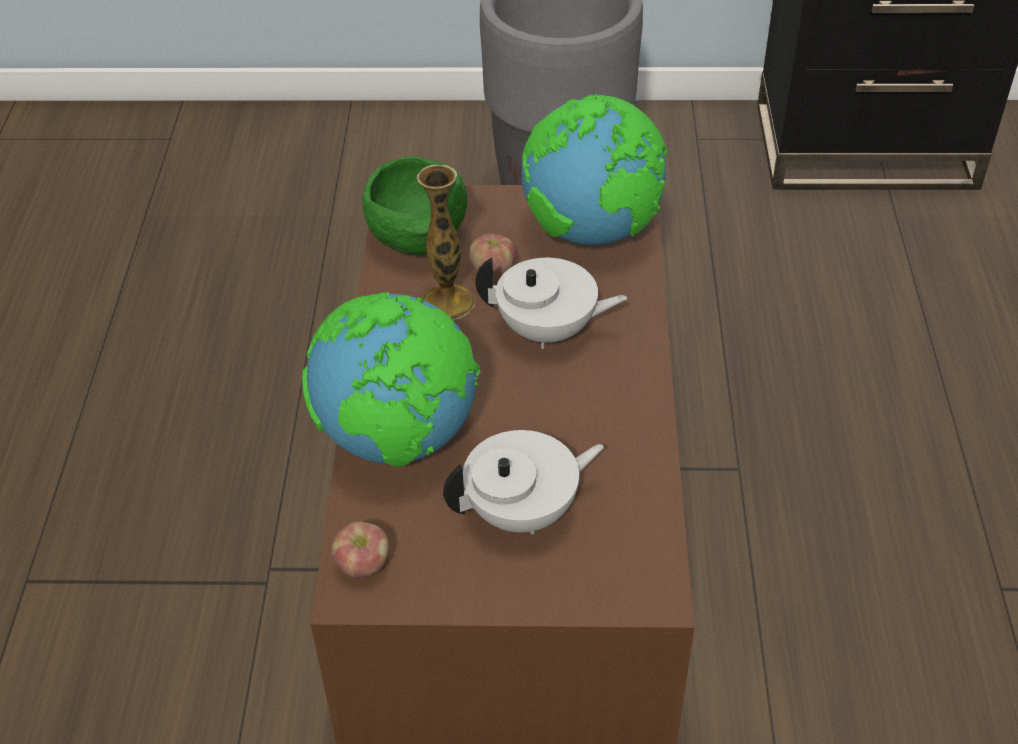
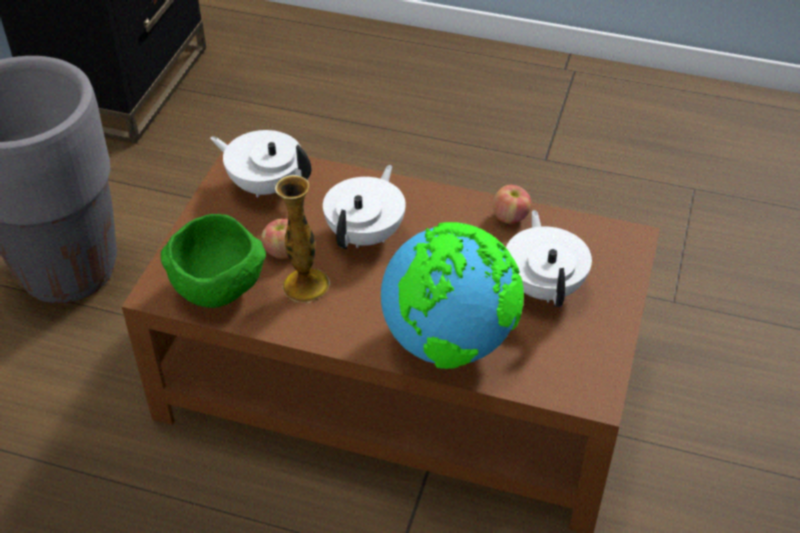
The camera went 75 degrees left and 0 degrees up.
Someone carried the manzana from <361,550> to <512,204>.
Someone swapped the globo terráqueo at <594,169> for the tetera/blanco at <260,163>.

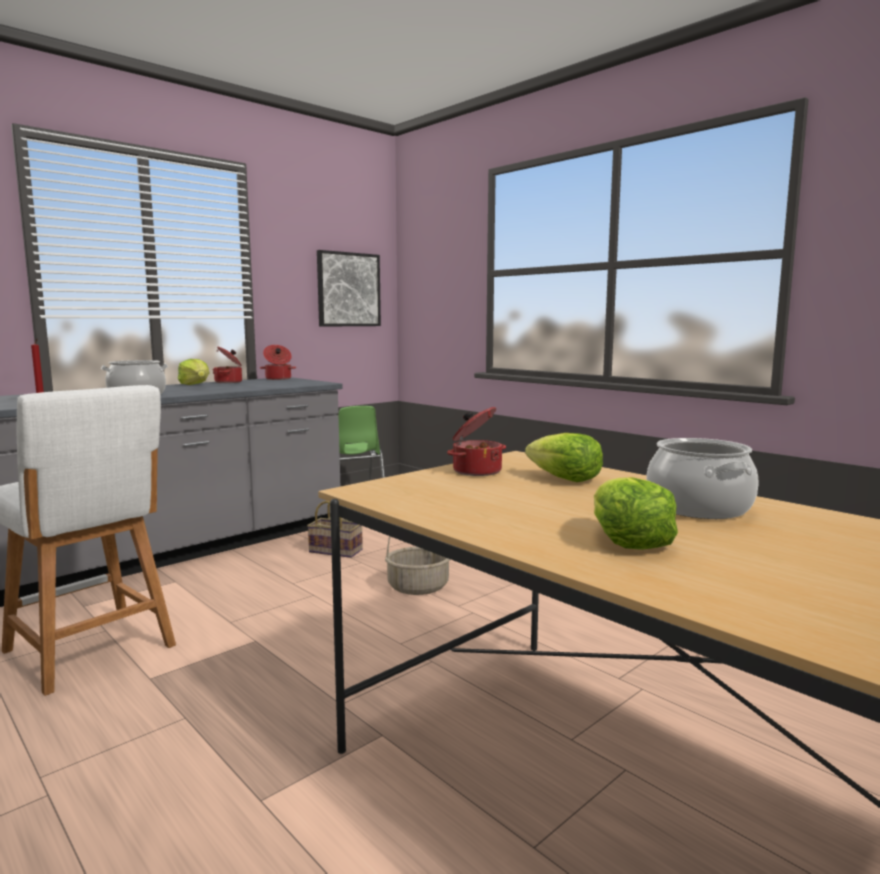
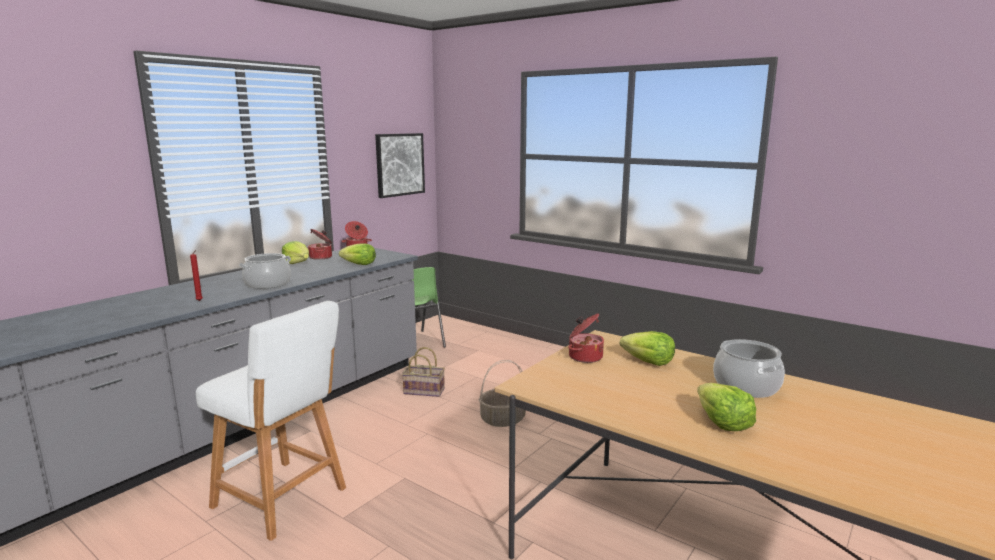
The camera went 10 degrees left and 5 degrees up.
Someone put down the lechuga at <357,254>.

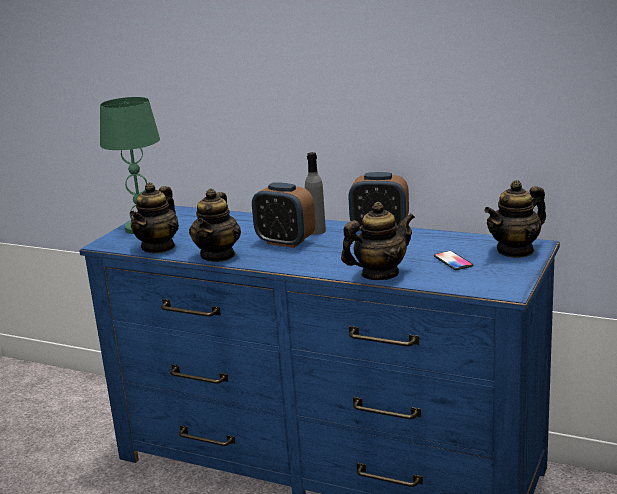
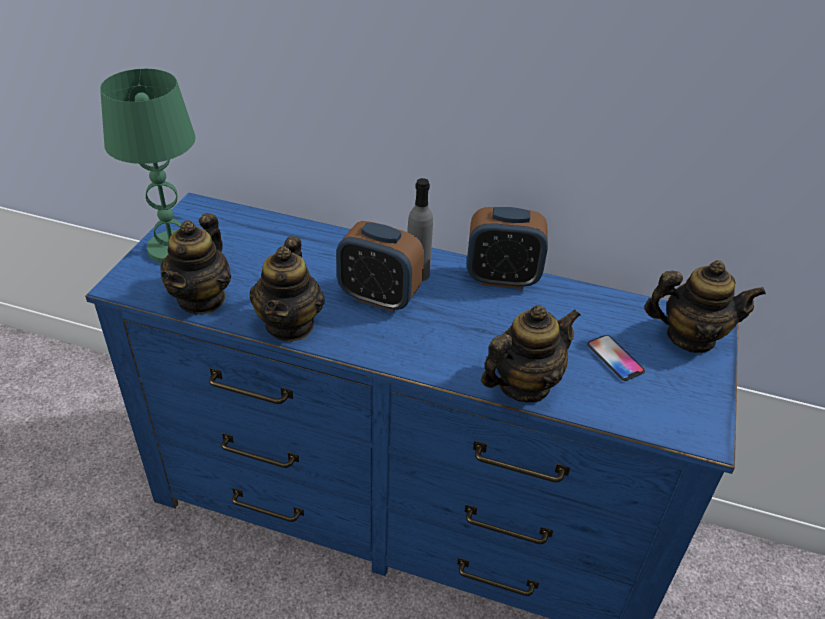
The camera went 10 degrees left and 20 degrees up.
Someone rotated the tetera at <515,219> by 135 degrees counterclockwise.

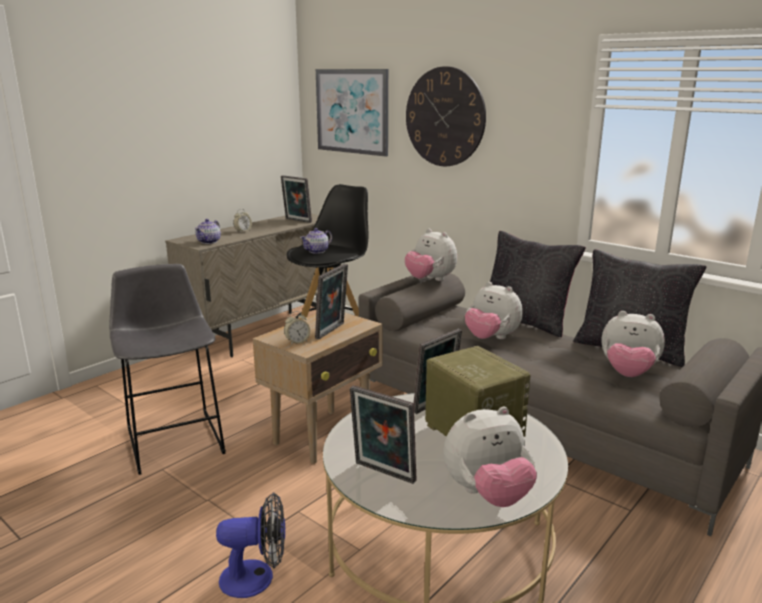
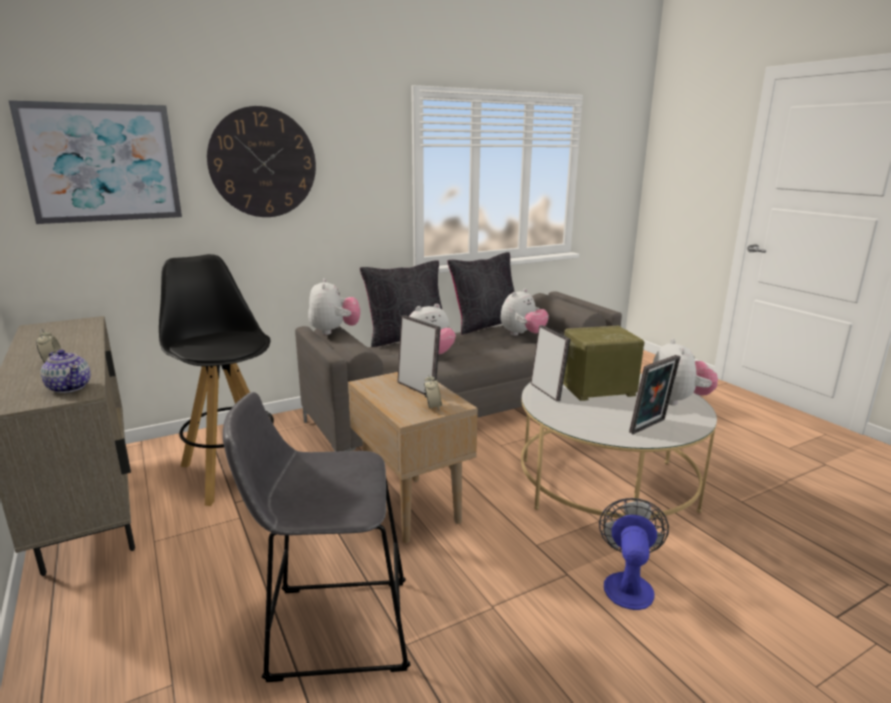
The camera went 70 degrees left and 0 degrees up.
Someone took away the portarretratos at <296,199>.
Someone took away the tetera at <316,241>.
Someone rotated the peluche at <431,255> by 75 degrees counterclockwise.

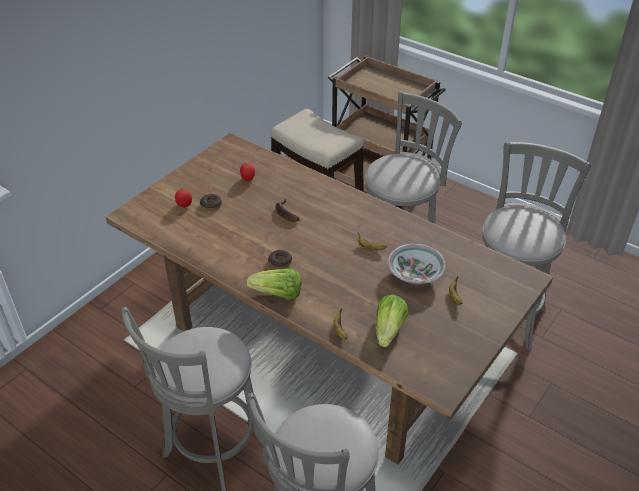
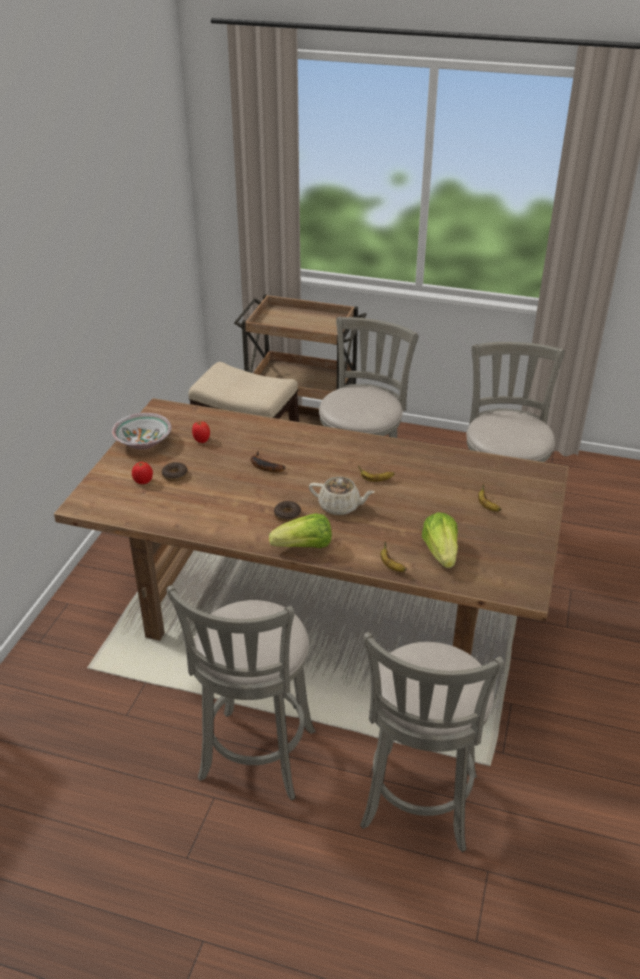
The camera went 20 degrees left and 5 degrees down.
Someone carried the cuenco from <417,264> to <142,431>.
Someone put down the tetera/beis at <342,496>.

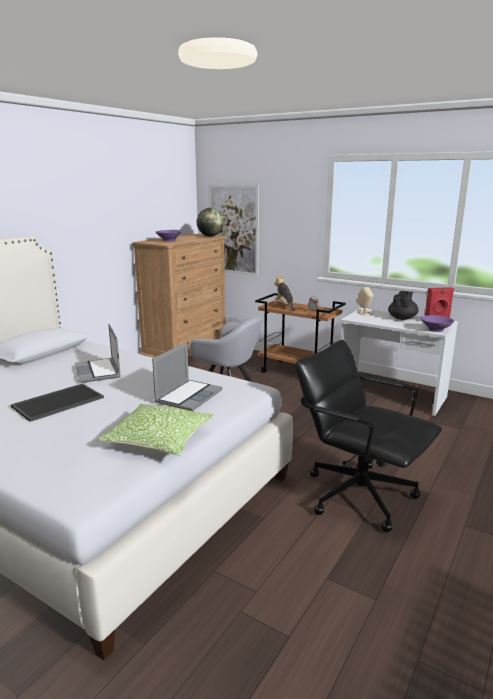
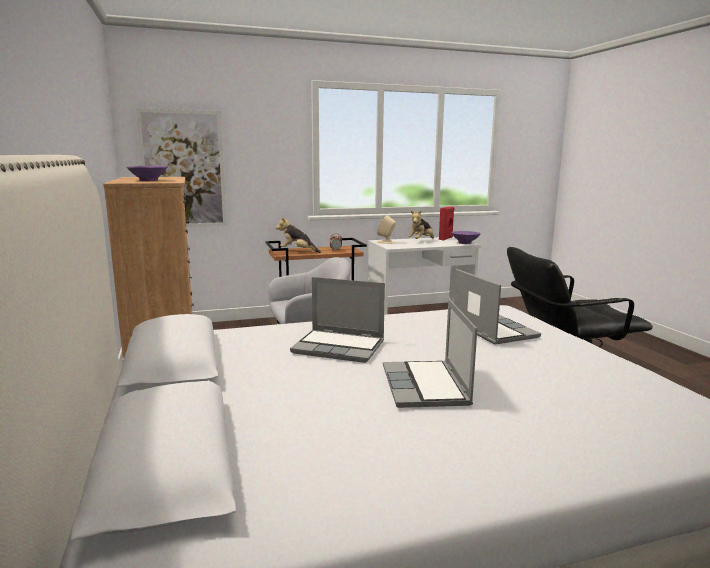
The camera went 50 degrees left and 5 degrees down.
Someone swapped the bandeja at <57,402> for the portátil at <430,353>.
Someone took away the cojín at <155,429>.
Someone took away the globo terráqueo at <210,222>.
Someone swapped the tetera/negro at <403,305> for the peluche at <420,224>.

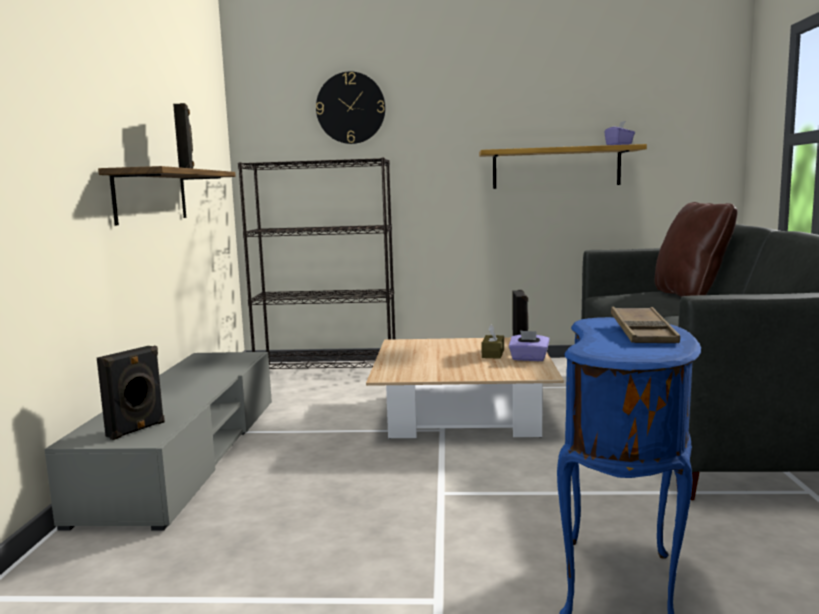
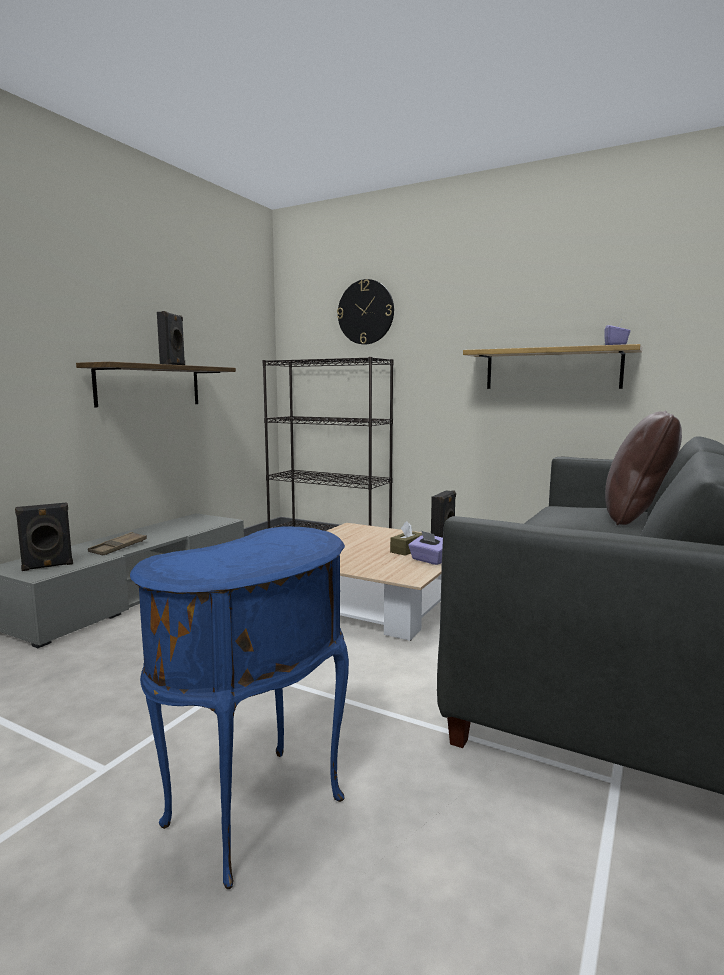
The camera went 25 degrees right and 0 degrees up.
Someone carried the bandeja/marrón from <645,325> to <117,544>.

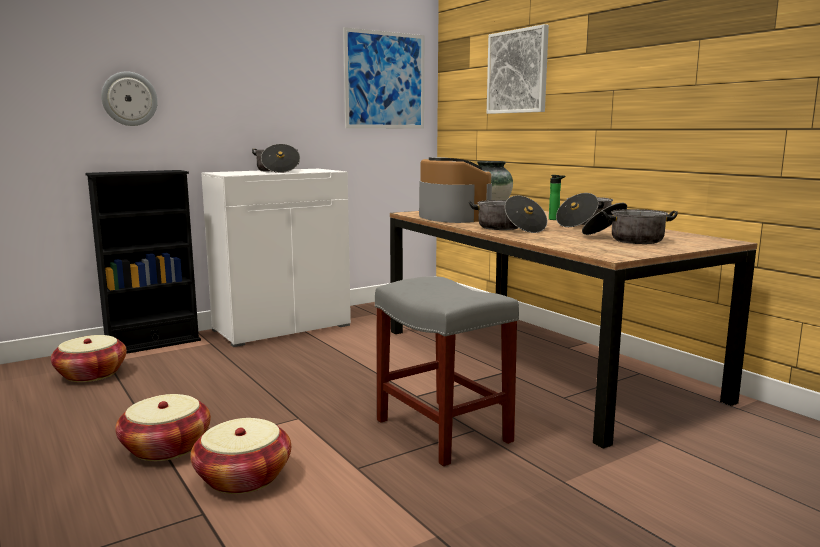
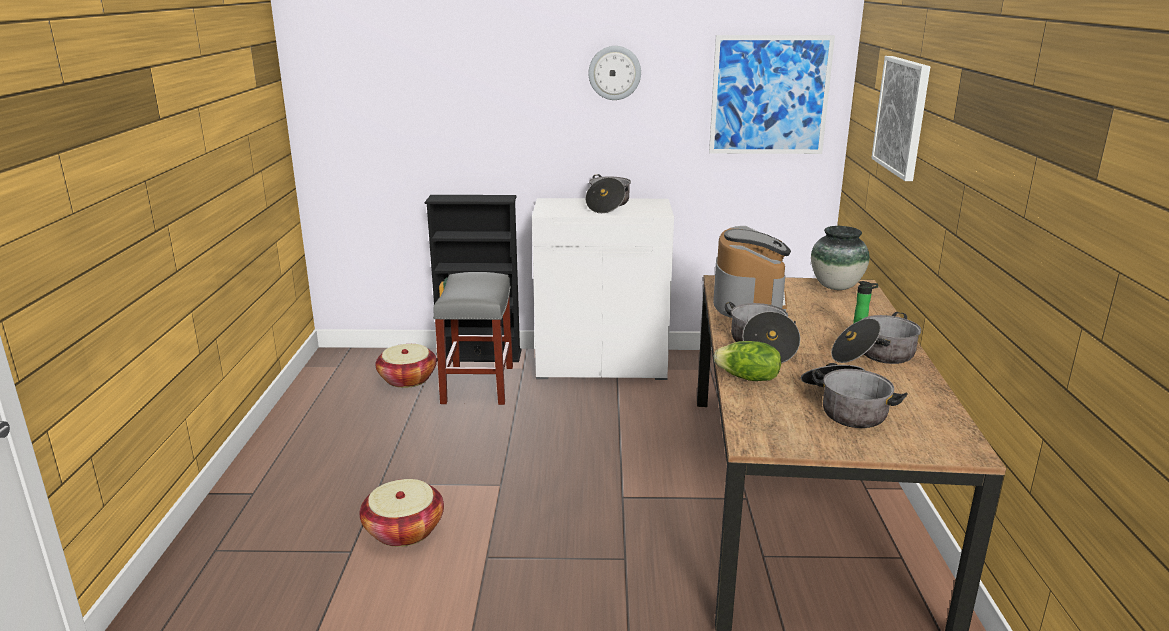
The camera went 35 degrees right and 10 degrees up.
Someone carried the reloj de pared from <129,98> to <614,73>.
Someone took away the cesta at <163,427>.
Someone carried the taburete/gris from <447,371> to <473,338>.
Someone put down the lechuga at <747,361>.

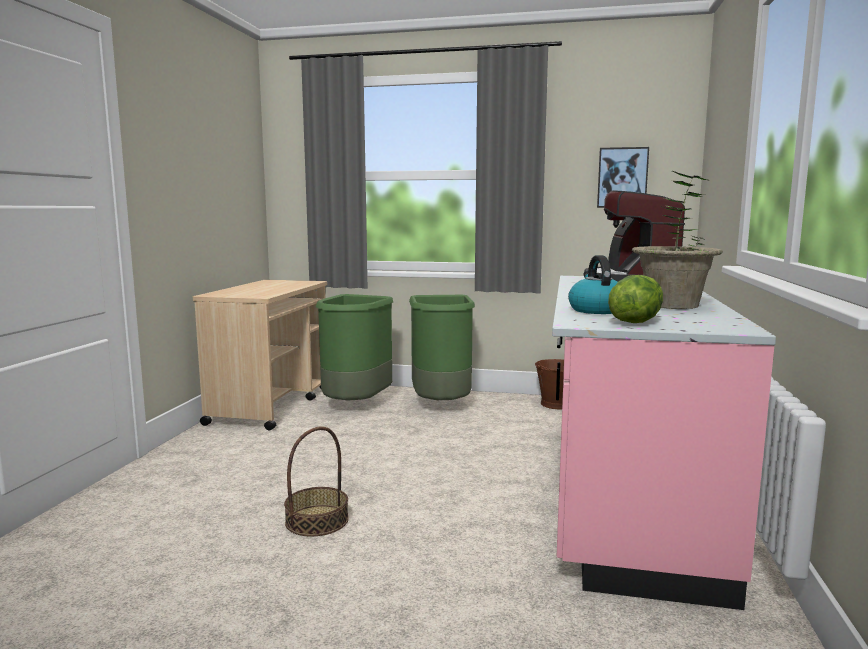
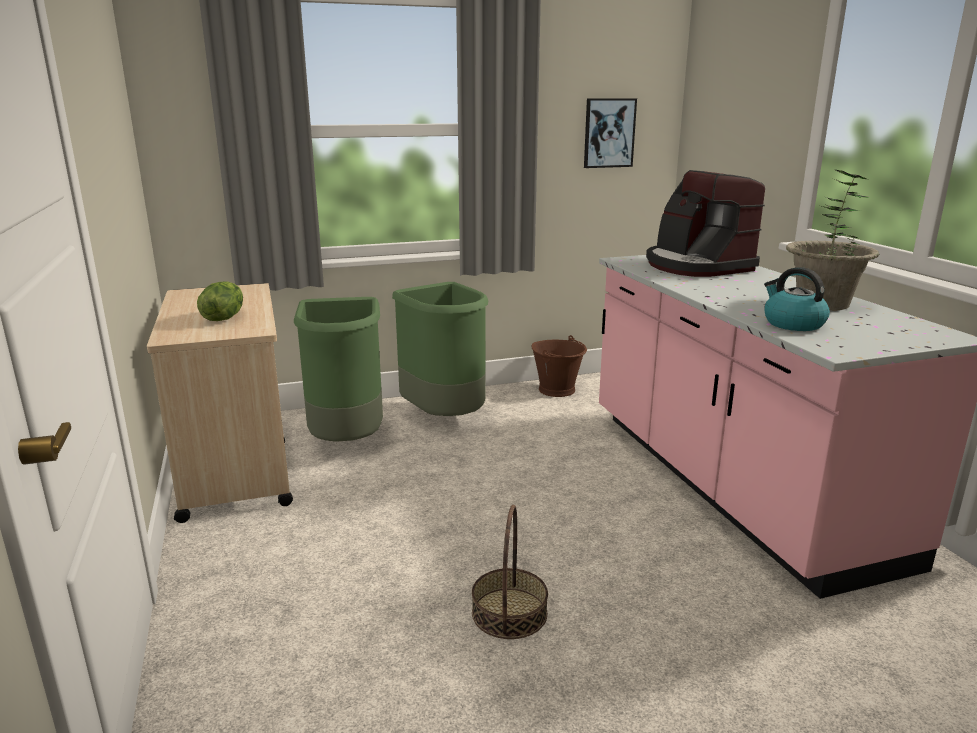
The camera went 30 degrees left and 10 degrees up.
Someone carried the lechuga from <635,299> to <220,301>.

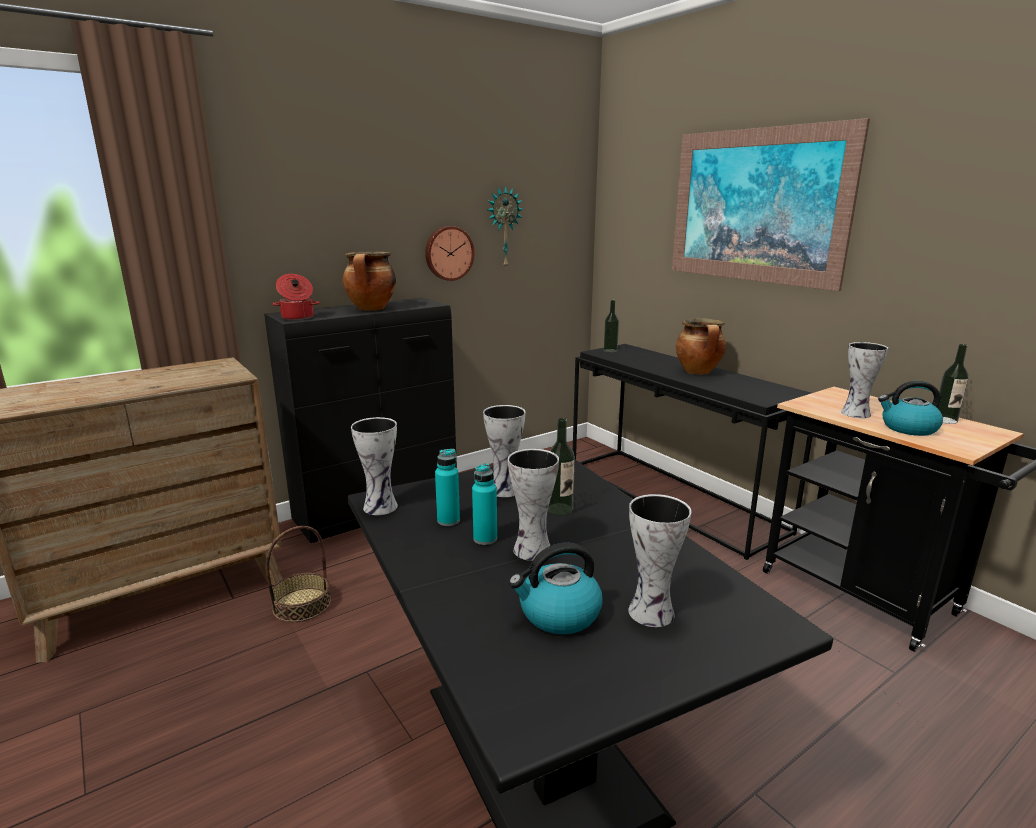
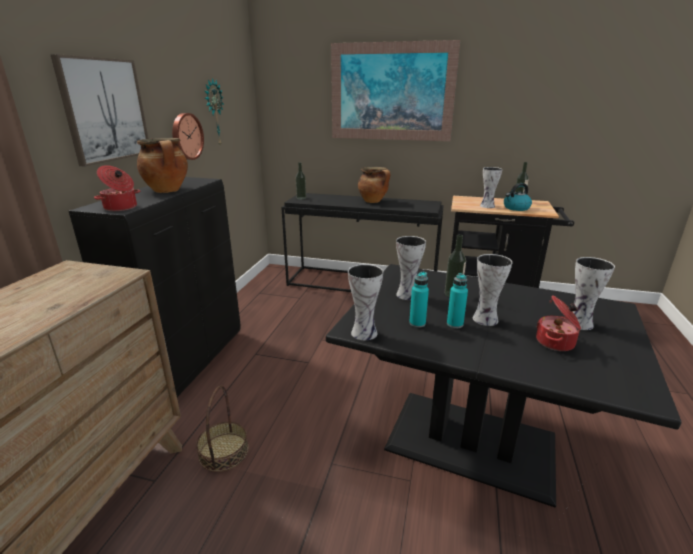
The camera went 40 degrees left and 5 degrees up.
Someone swapped the hervidor at <556,588> for the olla at <558,323>.
Someone put up the cuadro at <99,110>.

